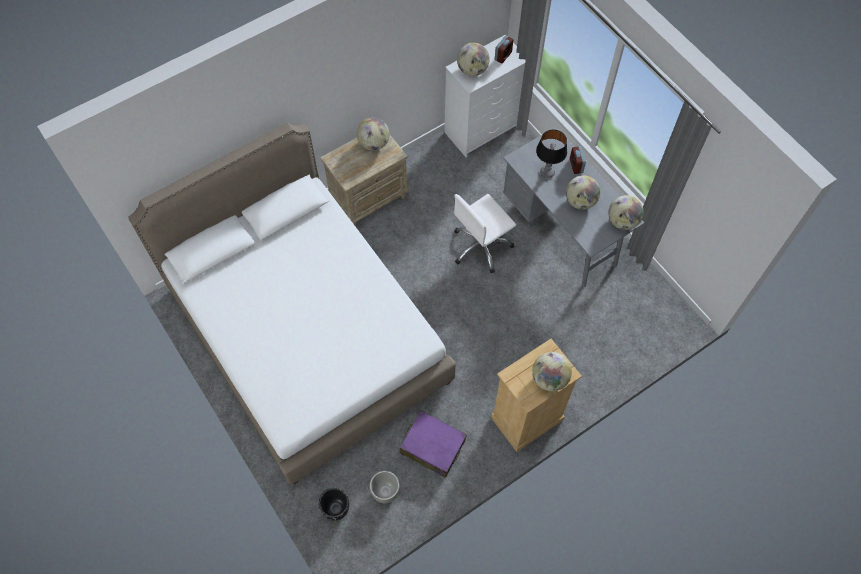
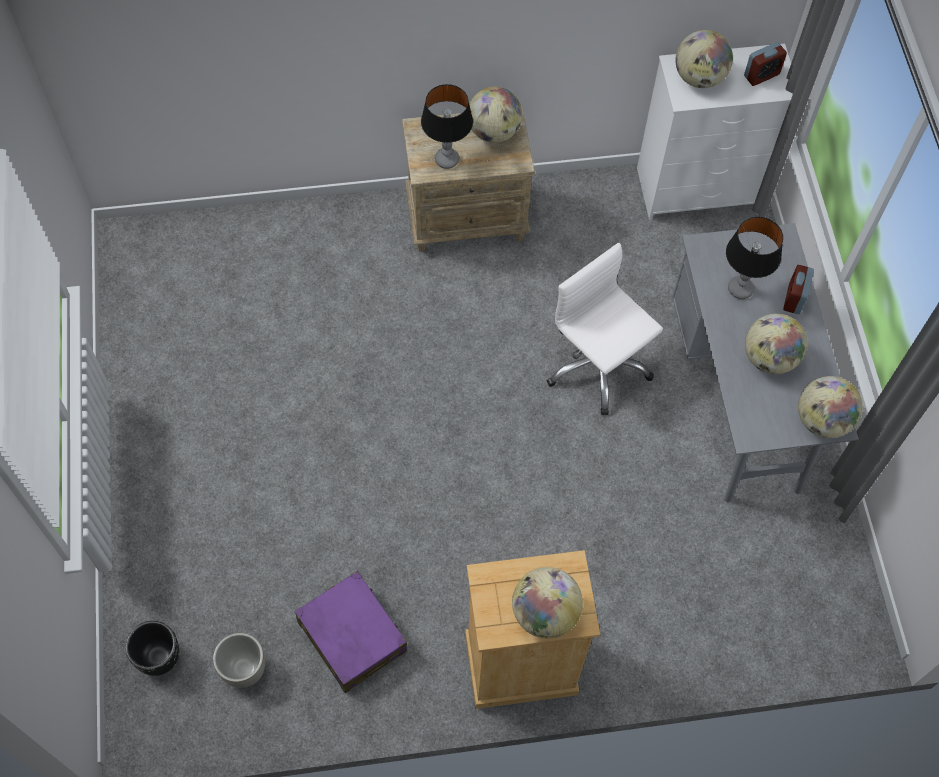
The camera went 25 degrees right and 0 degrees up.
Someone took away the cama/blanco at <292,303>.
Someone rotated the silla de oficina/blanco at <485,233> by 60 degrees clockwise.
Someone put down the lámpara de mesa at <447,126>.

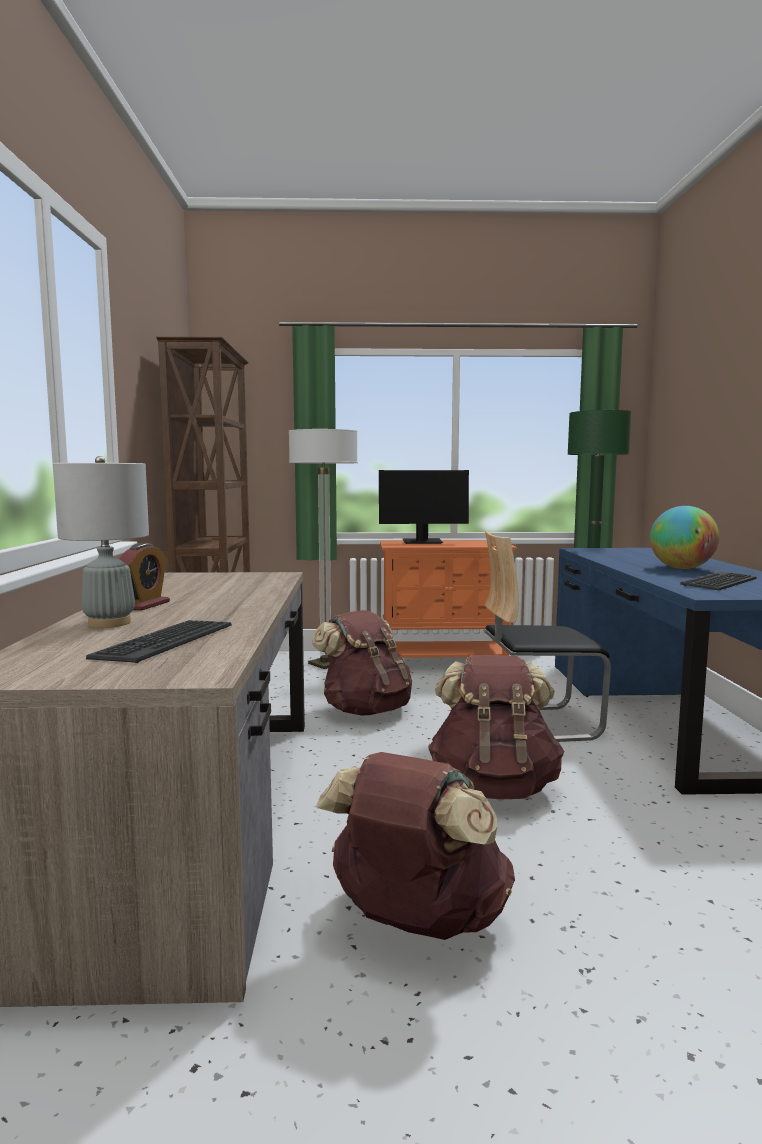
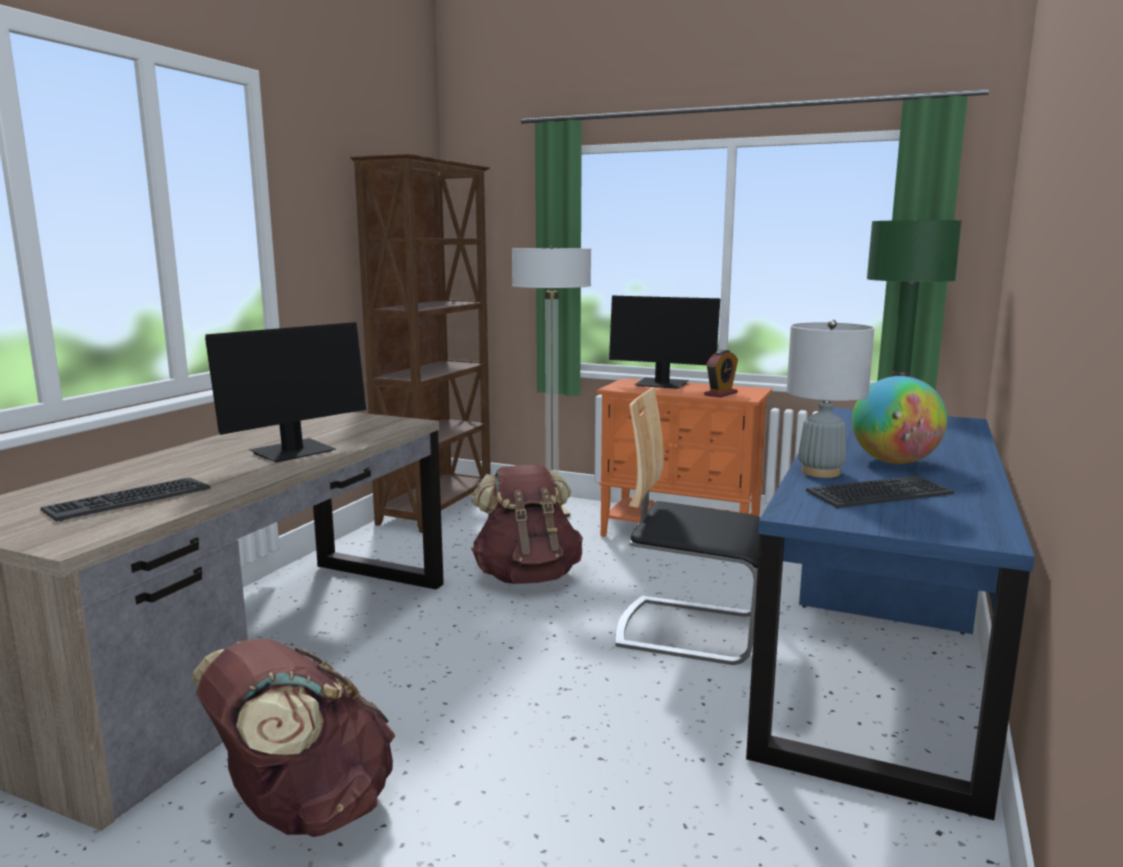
The camera went 25 degrees right and 5 degrees up.
Someone carried the lámpara de mesa/gris from <101,542> to <830,399>.
Someone carried the despertador from <144,577> to <721,374>.
Someone took away the mochila/marrón at <496,727>.
Someone put down the monitor at <285,392>.

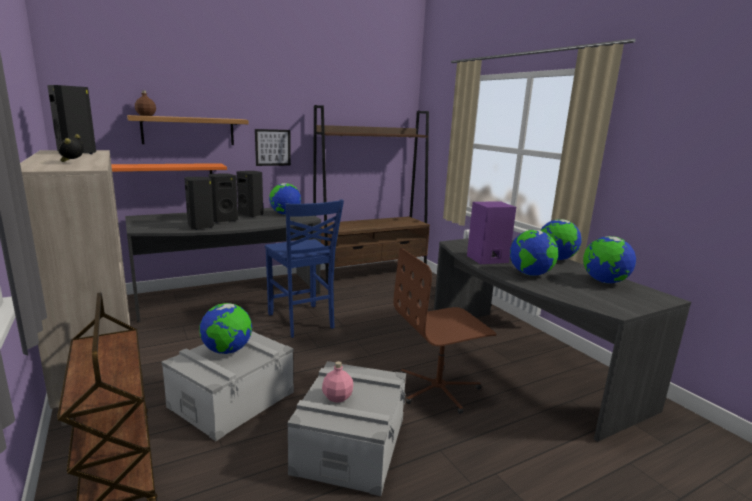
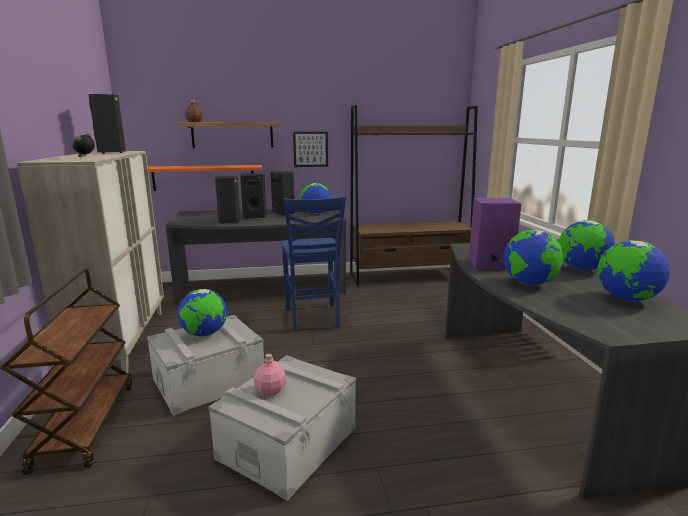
The camera went 20 degrees right and 0 degrees up.
Someone took away the silla de oficina/marrón at <445,331>.

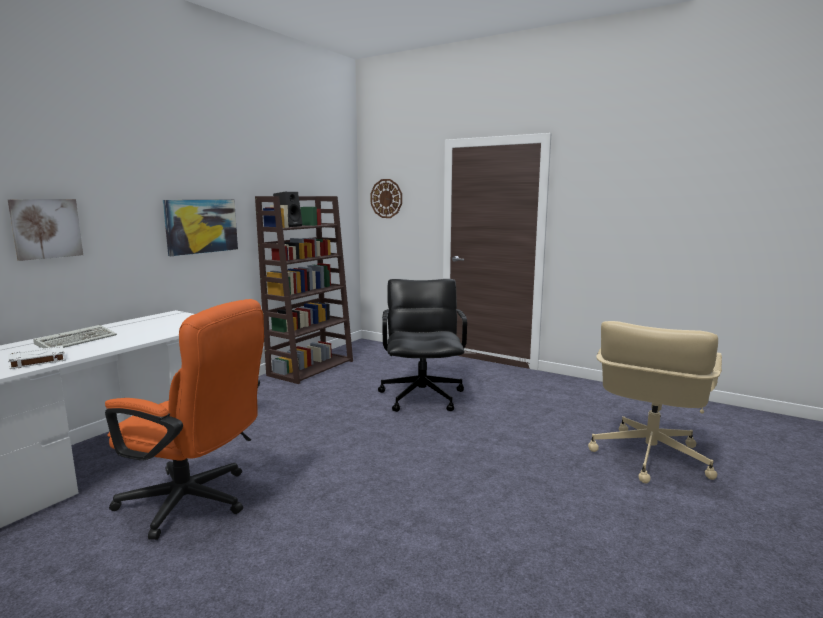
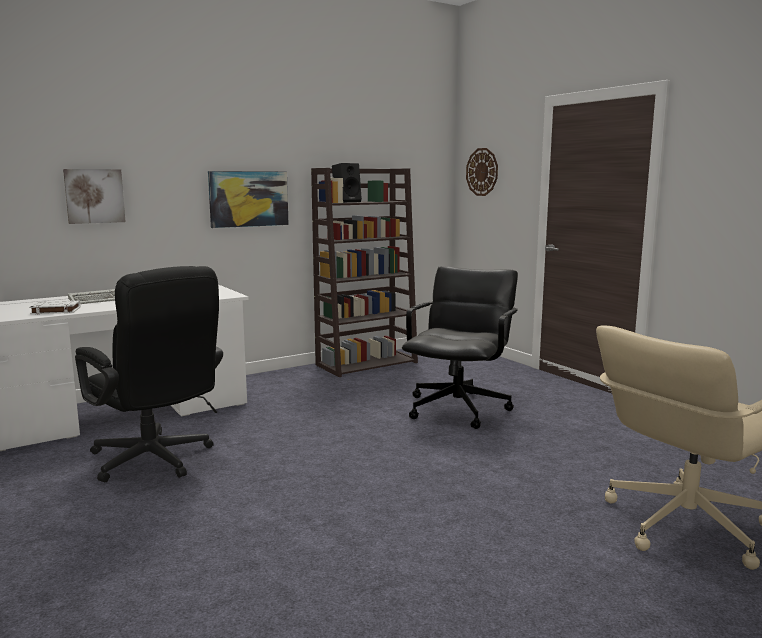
The camera went 25 degrees right and 0 degrees up.
Someone repainted the silla de oficina/naranja at <184,419>, which became the silla de oficina/negro at <149,374>.

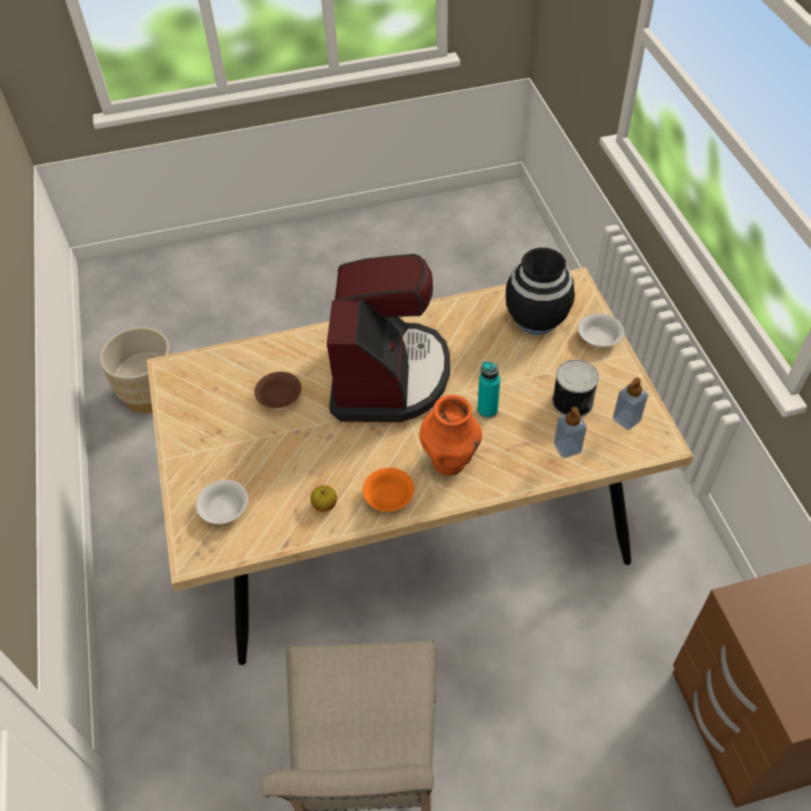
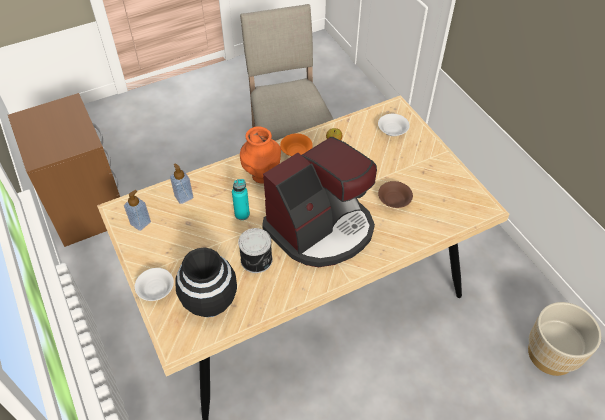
The camera went 165 degrees right and 0 degrees up.
Someone rotated the cafetera at <388,338> by 120 degrees counterclockwise.
Someone carried the lata from <575,388> to <255,250>.

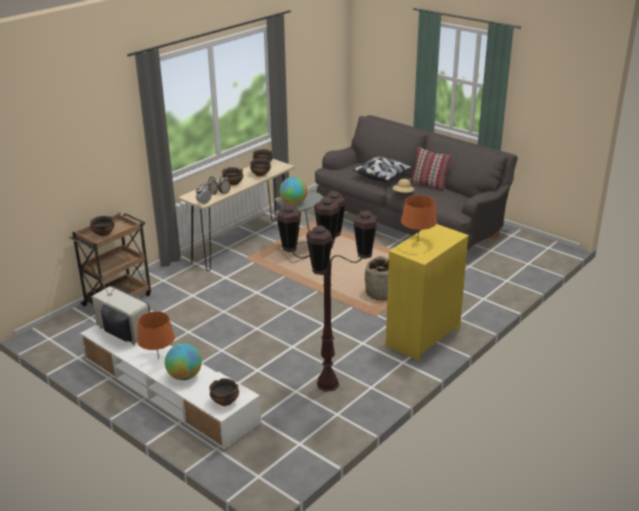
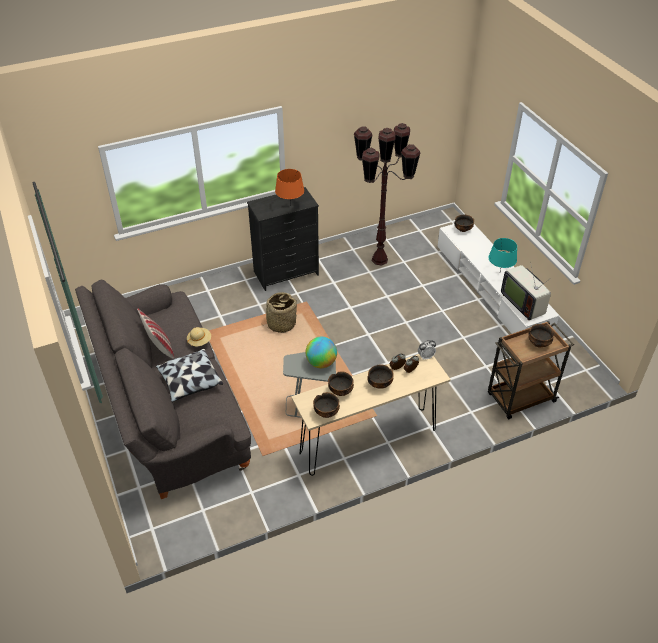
The camera went 155 degrees left and 15 degrees up.
Someone repainted the lámpara de mesa/naranja at <156,335>, which became the lámpara de mesa/turquesa at <502,254>.
Someone took away the globo terráqueo at <183,362>.
Someone repainted the cómoda/amarillo at <427,292>, which became the cómoda/negro at <283,239>.

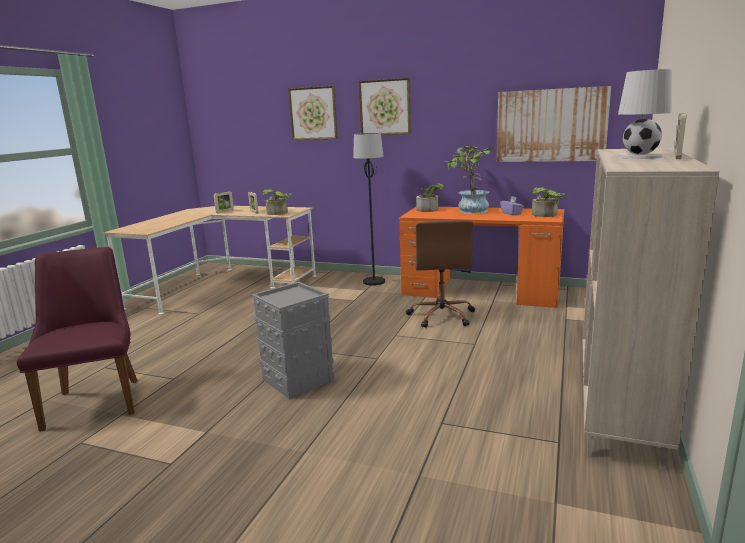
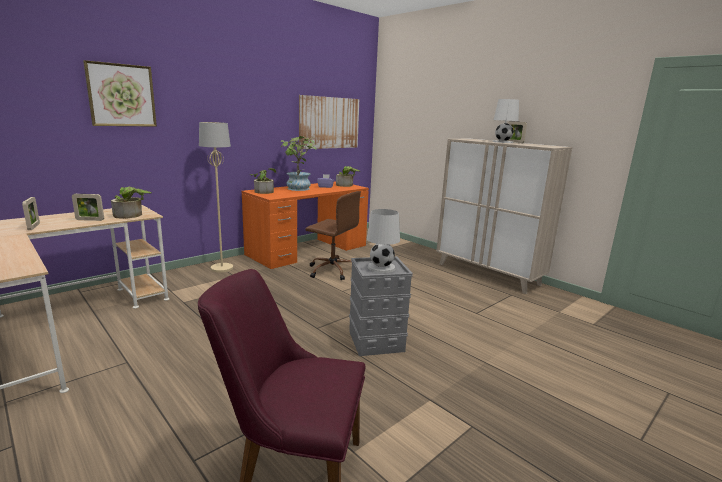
The camera went 65 degrees left and 0 degrees up.
Someone repainted the lámpara de pie/negro at <369,209>, which became the lámpara de pie/beis at <216,197>.
Someone took away the cuadro at <385,106>.
Someone put down the lámpara de mesa/blanco at <383,241>.

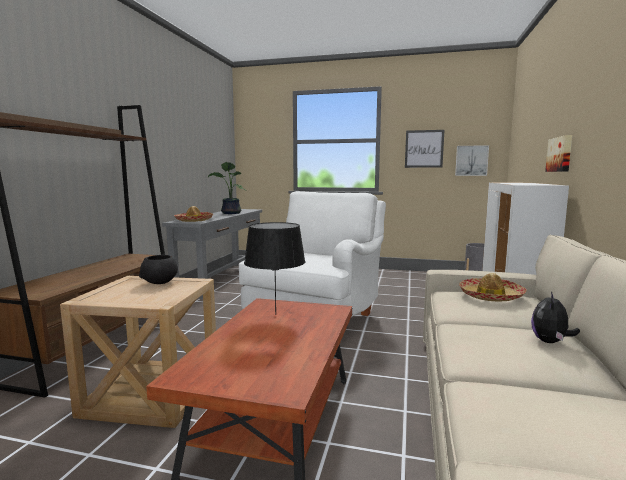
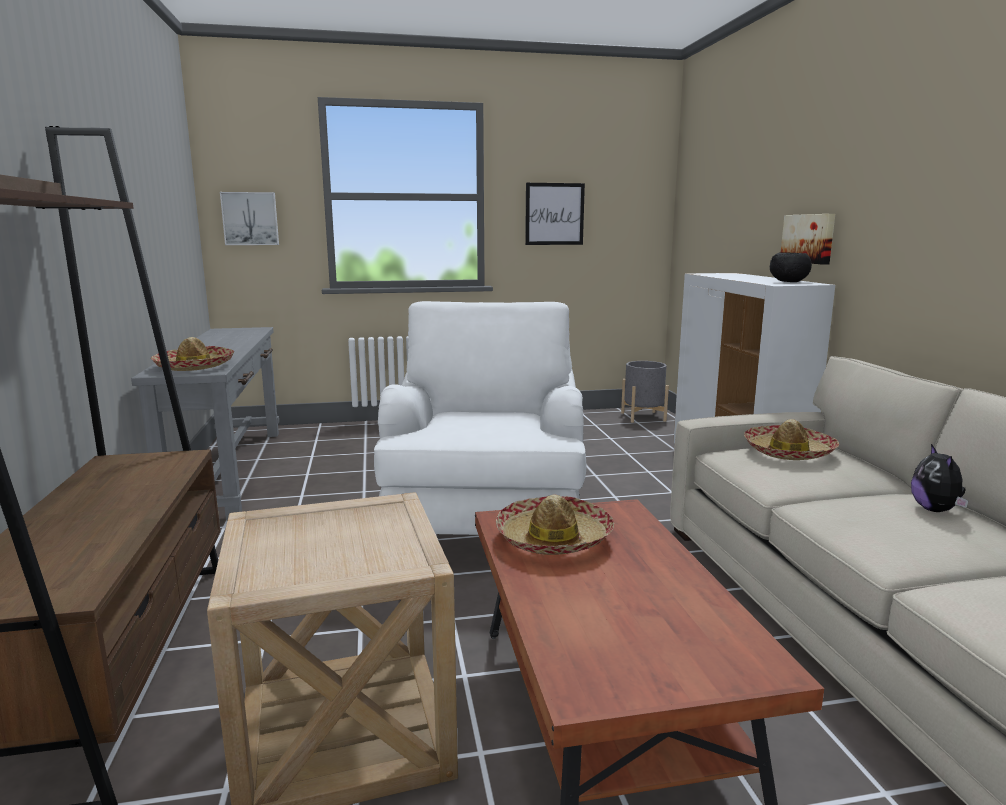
The camera went 25 degrees left and 5 degrees up.
Someone carried the cuenco/negro from <158,269> to <791,267>.
Someone took away the planta en maceta at <226,188>.
Someone swapped the lámpara de mesa/negro at <274,268> for the sombrero at <555,525>.
Someone carried the cuadro from <472,160> to <249,218>.

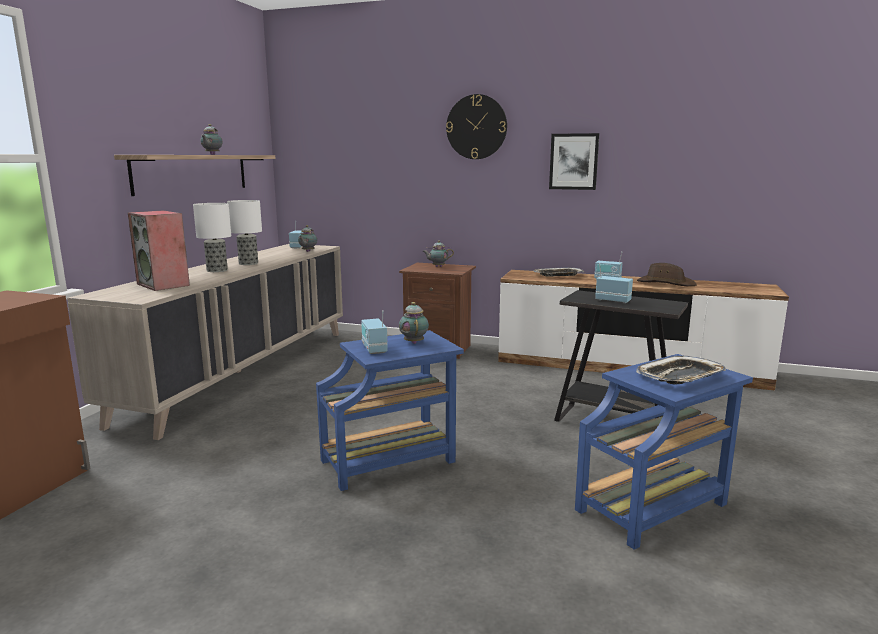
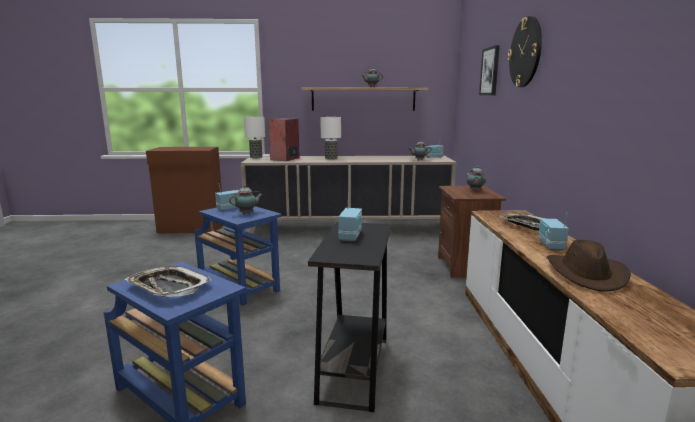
The camera went 70 degrees right and 0 degrees up.
Someone carried the lámpara de mesa from <244,232> to <254,137>.
Someone carried the cuadro from <574,161> to <489,70>.

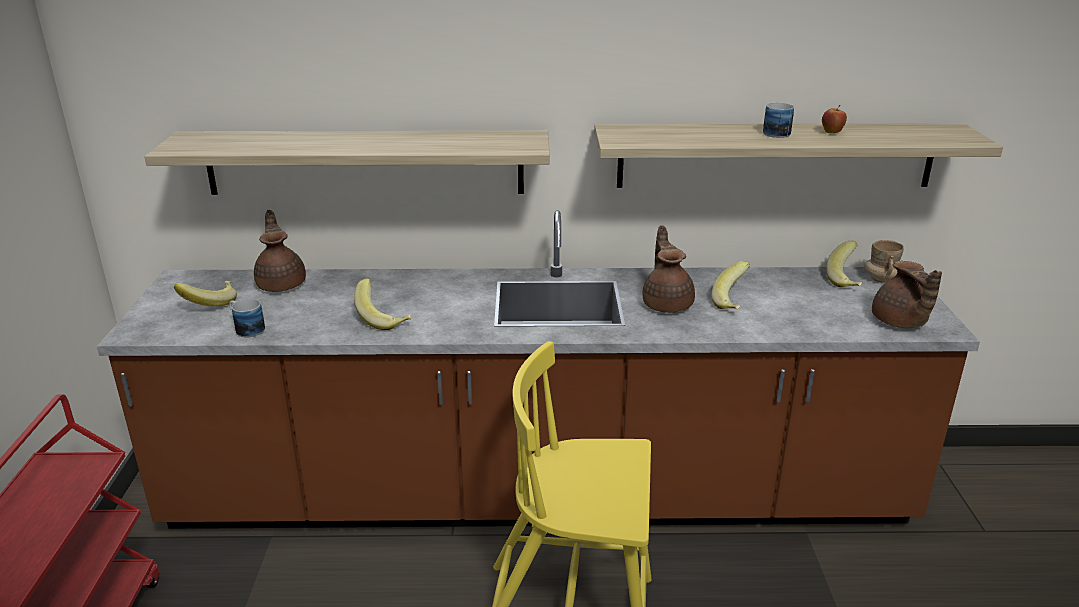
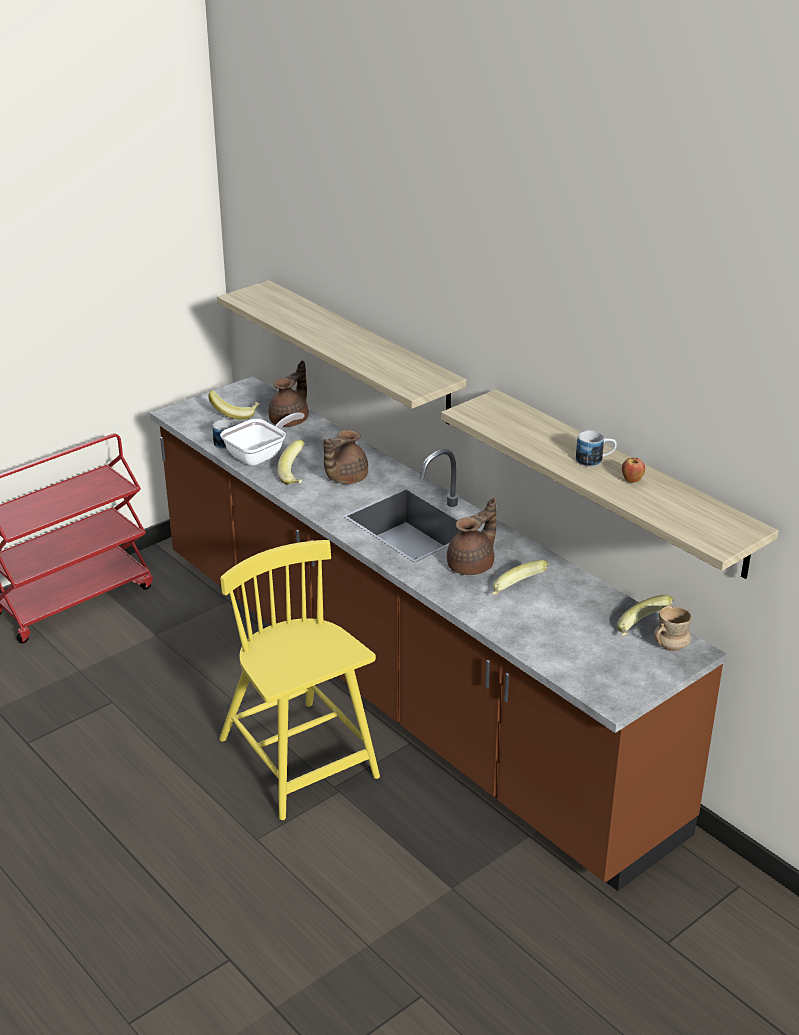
The camera went 50 degrees right and 5 degrees up.
Someone carried the tetera/marrón from <907,294> to <346,457>.
Someone put down the sartén at <262,439>.

